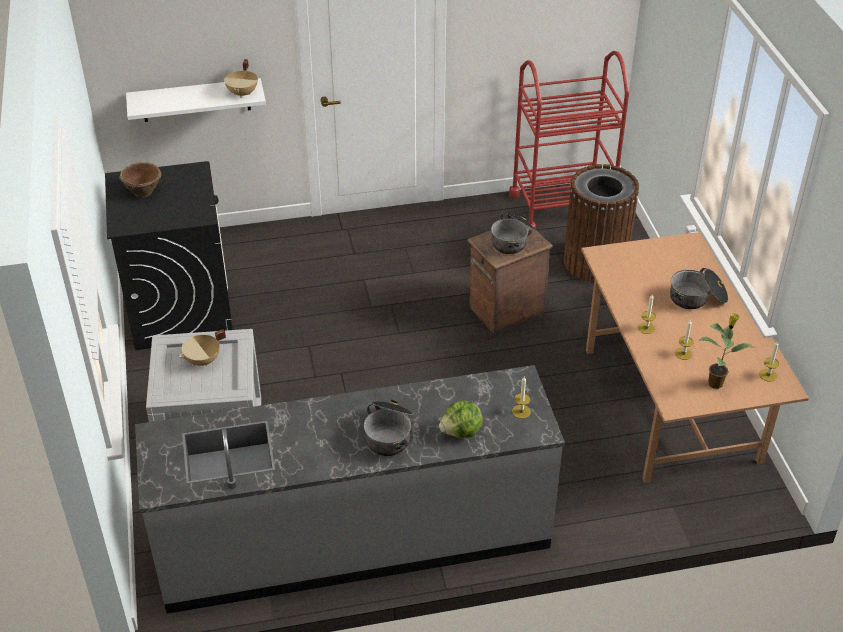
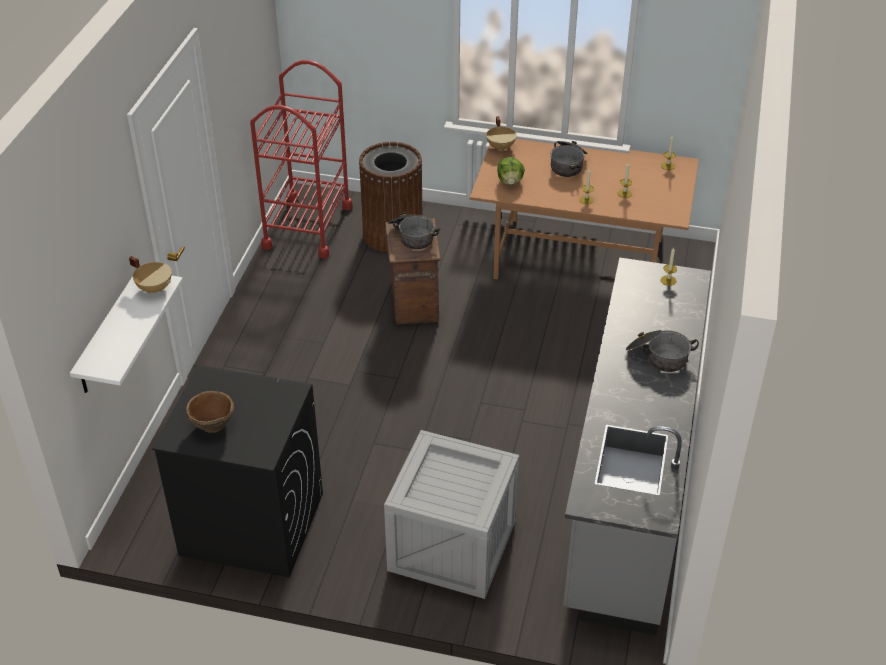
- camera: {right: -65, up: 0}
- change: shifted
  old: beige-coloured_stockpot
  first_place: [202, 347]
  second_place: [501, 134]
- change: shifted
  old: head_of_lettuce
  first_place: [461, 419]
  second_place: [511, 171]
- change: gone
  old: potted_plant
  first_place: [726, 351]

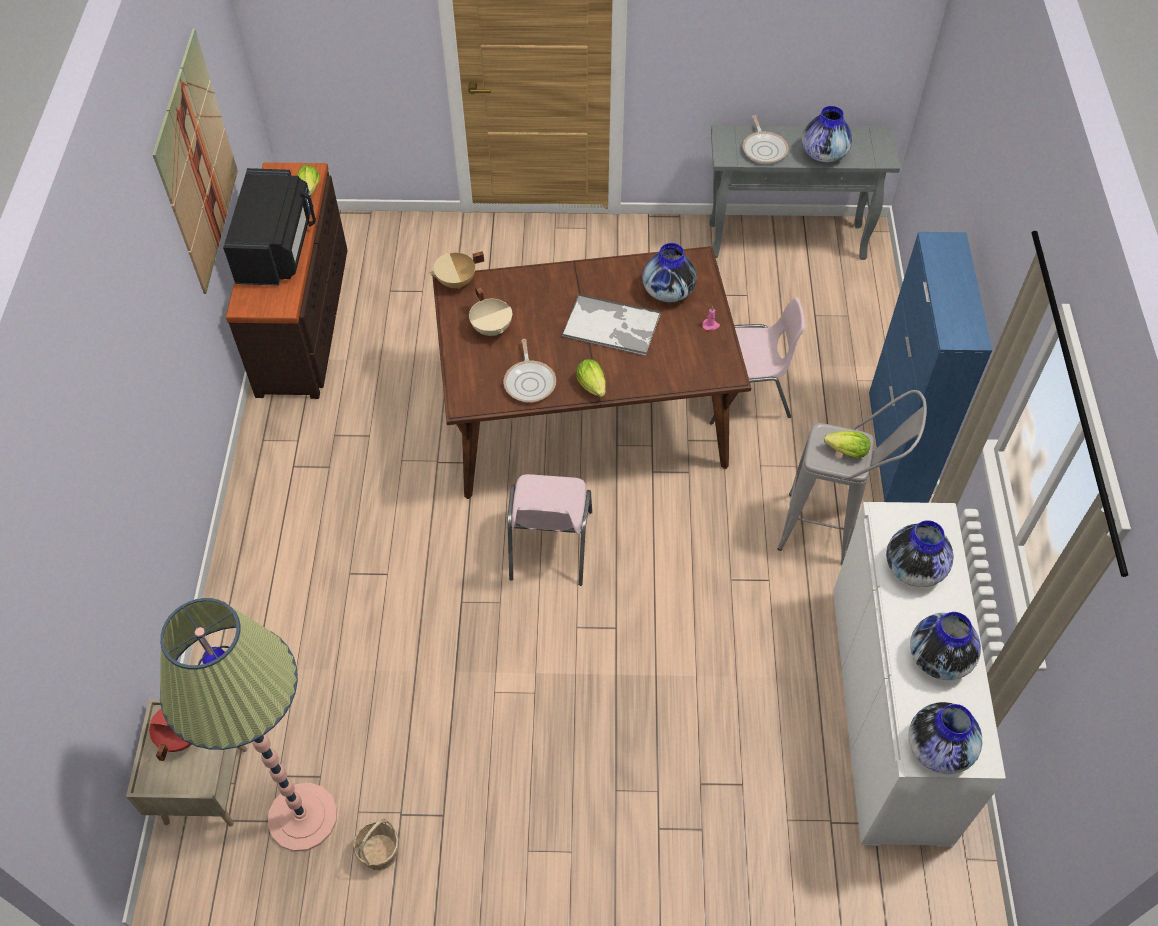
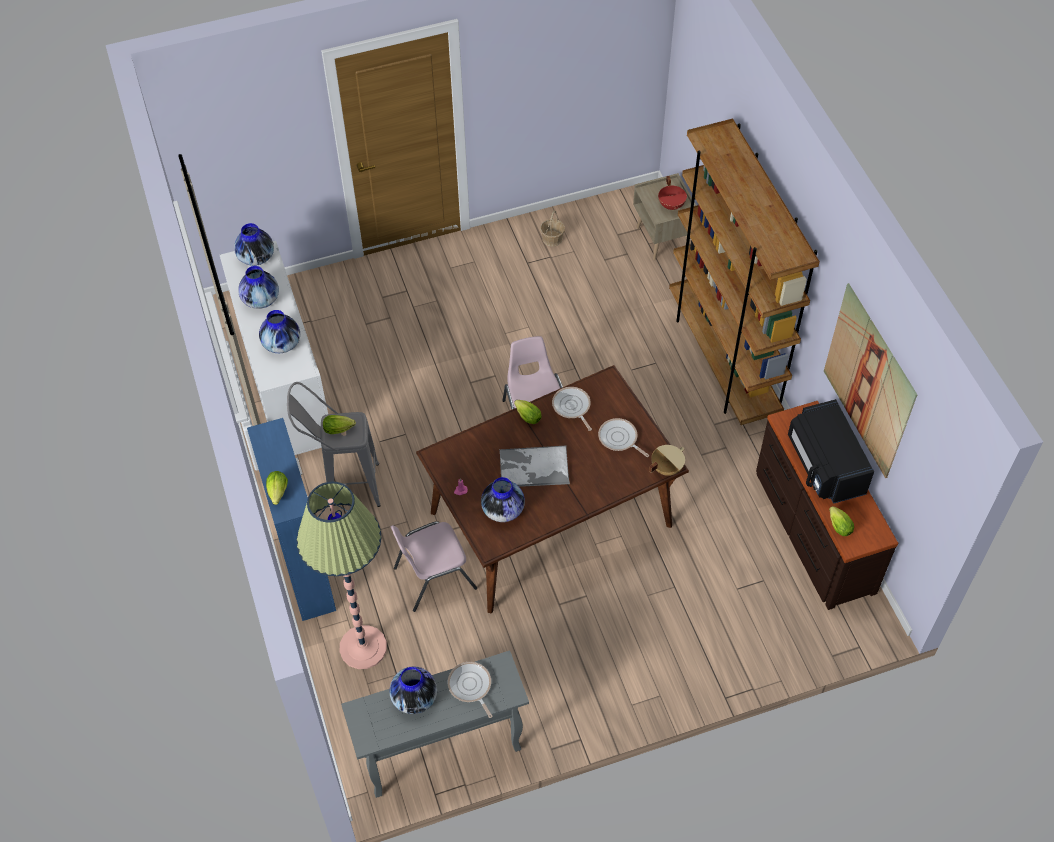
- camera: {right: 160, up: 0}
- change: new
  new: head_of_lettuce
  second_place: [277, 488]
- change: shifted
  old: floor_lamp
  first_place: [248, 725]
  second_place: [342, 575]
- change: swapped
  old: beige-coloured_stockpot
  new: skillet
  first_place: [490, 311]
  second_place: [623, 437]
- change: new
  new: brown-coloured_bookshelf
  second_place: [744, 271]

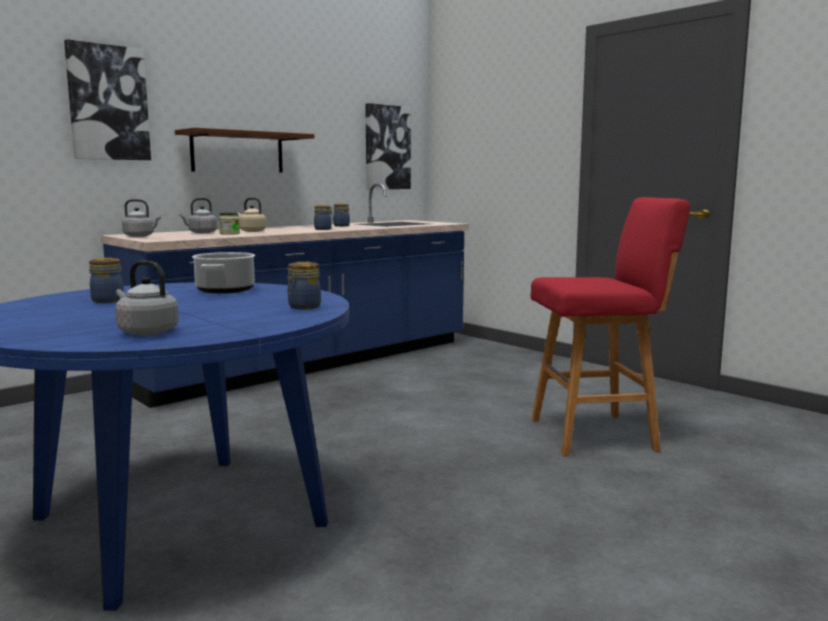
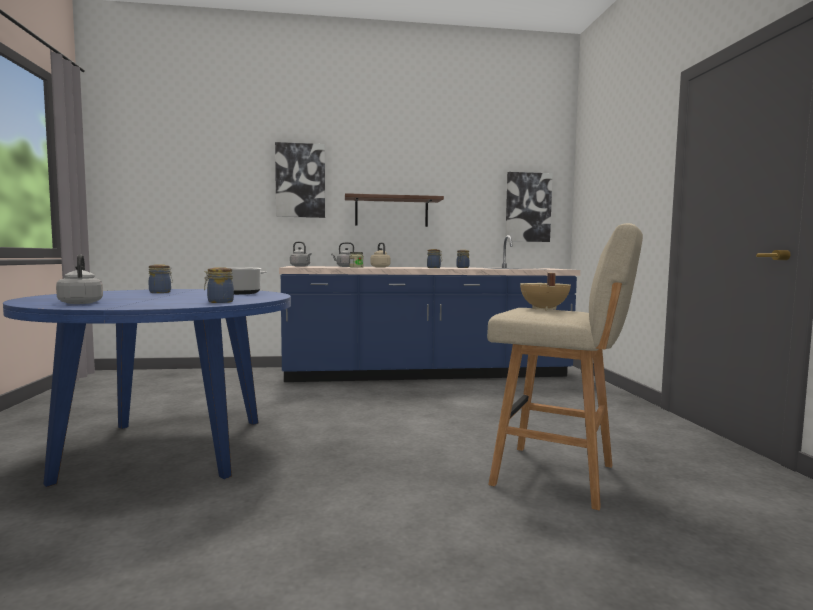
- camera: {right: 35, up: -5}
- change: repainted
  old: reddish_stool_seat
  new: beige-coloured_stool_seat
  first_place: [610, 326]
  second_place: [565, 366]
- change: new
  new: beige-coloured_stockpot
  second_place: [545, 291]

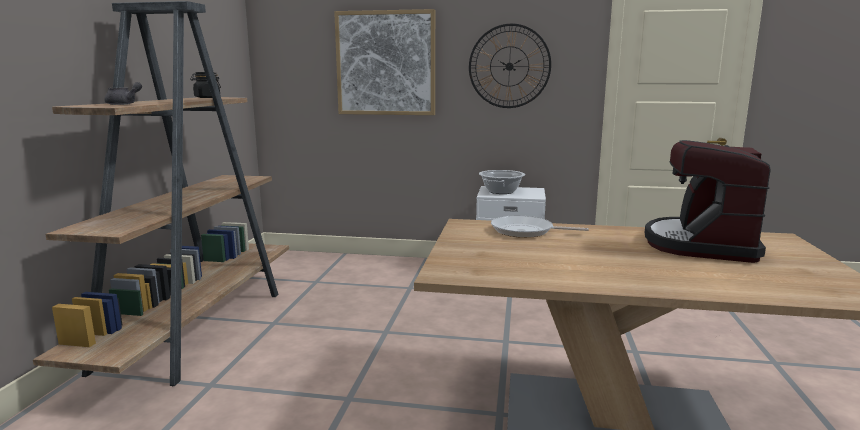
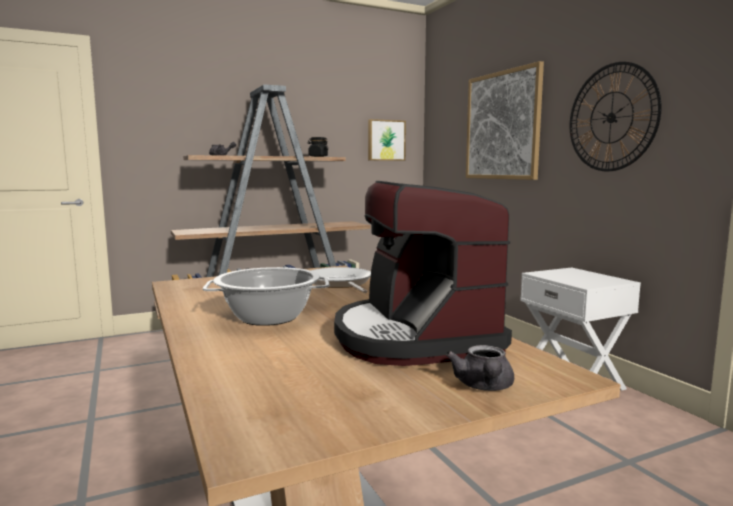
- camera: {right: 55, up: -5}
- change: shifted
  old: stockpot
  first_place: [502, 182]
  second_place: [266, 296]
- change: rotated
  old: coffee_maker
  first_place: [708, 201]
  second_place: [423, 273]
  degrees: -90
- change: new
  new: wall_art
  second_place: [387, 140]
- change: new
  new: grey_tea_pot
  second_place: [480, 368]

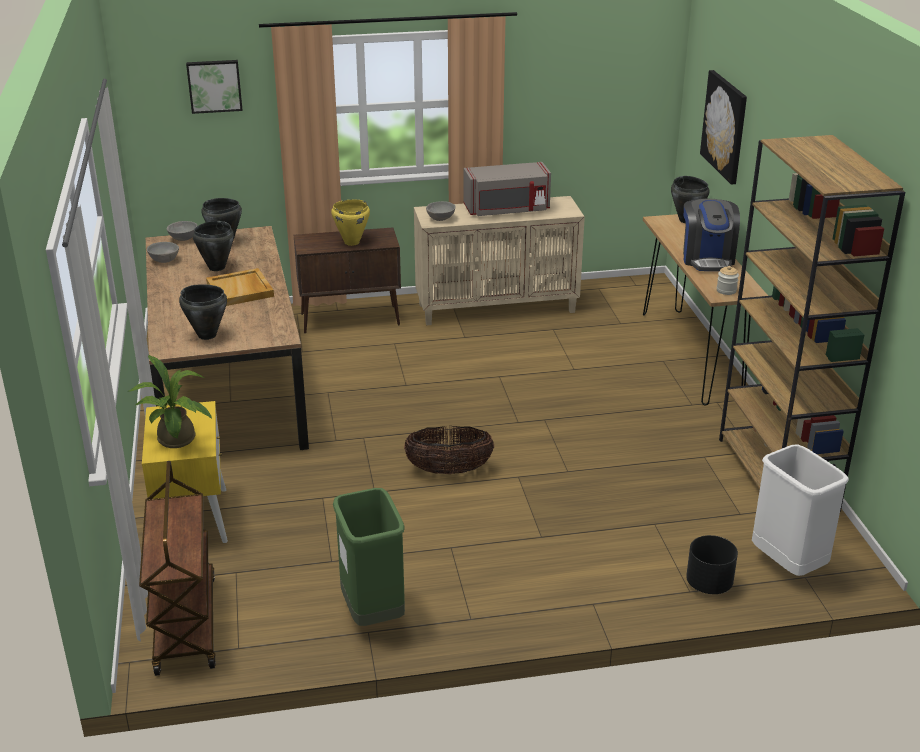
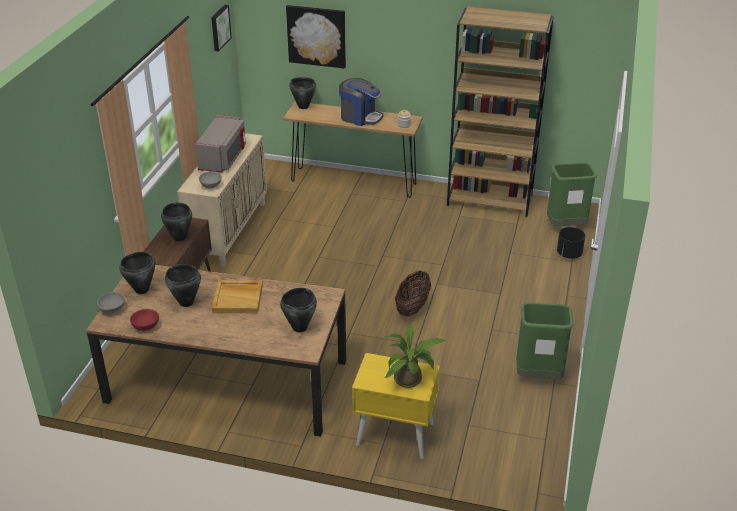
- camera: {right: -65, up: 5}
- change: repainted
  old: grey_serving_bowl
  new: reddish_serving_bowl
  first_place: [163, 252]
  second_place: [144, 320]
- change: repainted
  old: yellow_stockpot
  new: black_stockpot
  first_place: [350, 222]
  second_place: [176, 221]
- change: shifted
  old: wall_art
  first_place: [214, 87]
  second_place: [221, 28]
- change: repainted
  old: white_trash_can
  new: green_trash_can
  first_place: [800, 510]
  second_place: [572, 194]
- change: gone
  old: brown-coloured_trolley
  first_place: [177, 568]

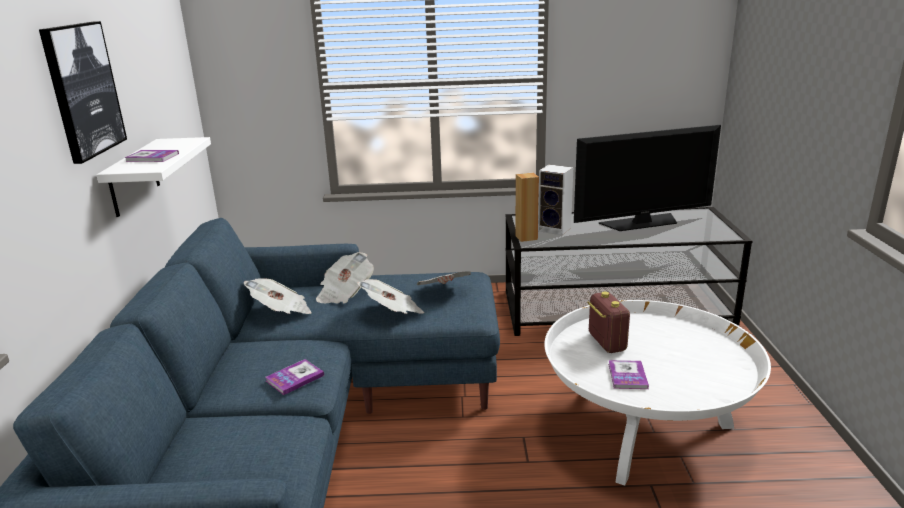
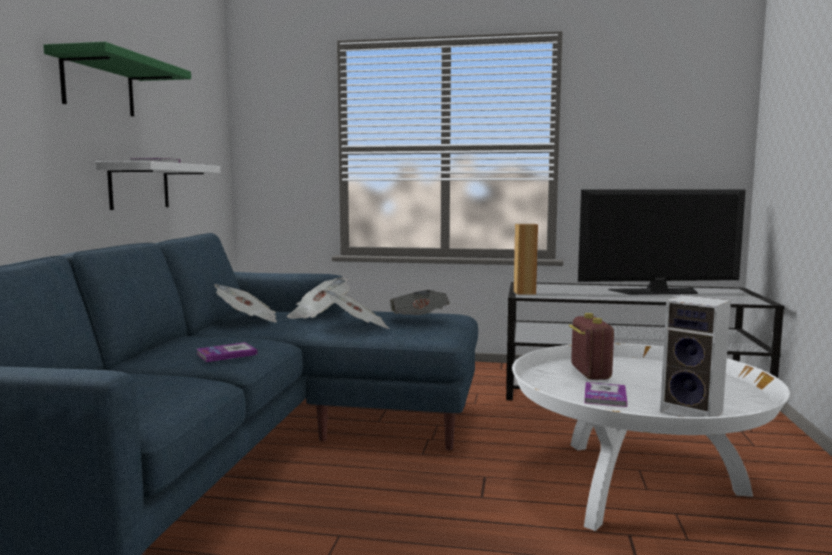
- camera: {right: 10, up: -15}
- change: swapped
  old: wall_art
  new: green_bracket_shelf
  first_place: [83, 92]
  second_place: [117, 79]
- change: shifted
  old: speaker
  first_place: [555, 199]
  second_place: [695, 356]

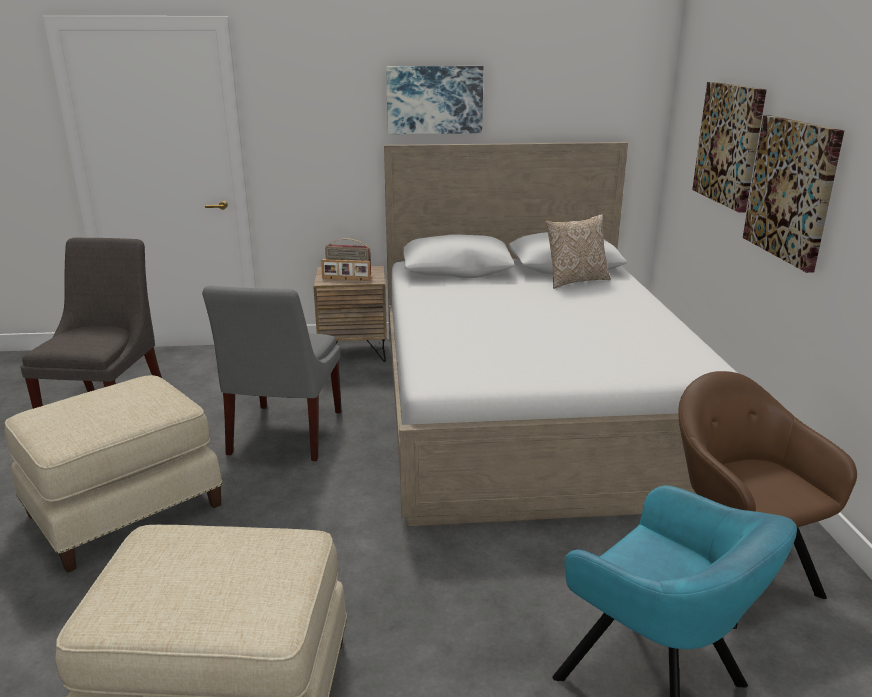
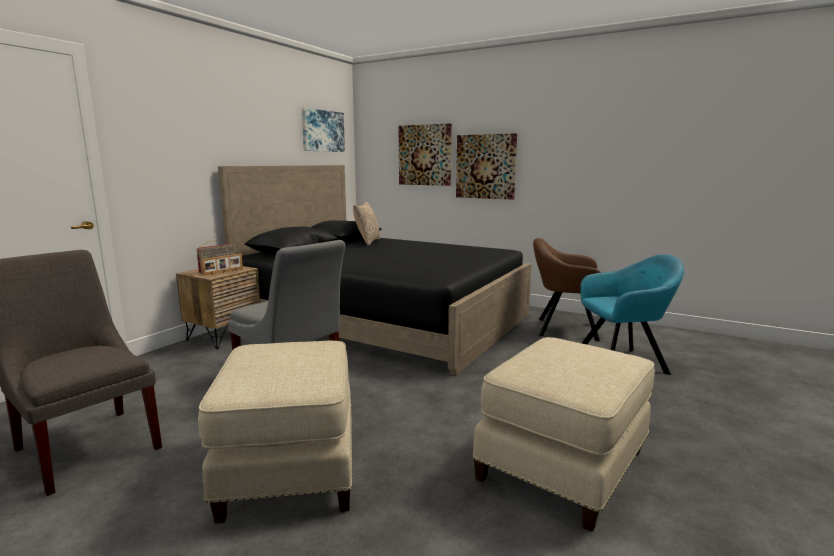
- camera: {right: -55, up: -10}
- change: repainted
  old: white_bed
  new: black_bed
  first_place: [560, 334]
  second_place: [375, 270]
- change: shifted
  old: wall_art
  first_place: [435, 100]
  second_place: [323, 130]

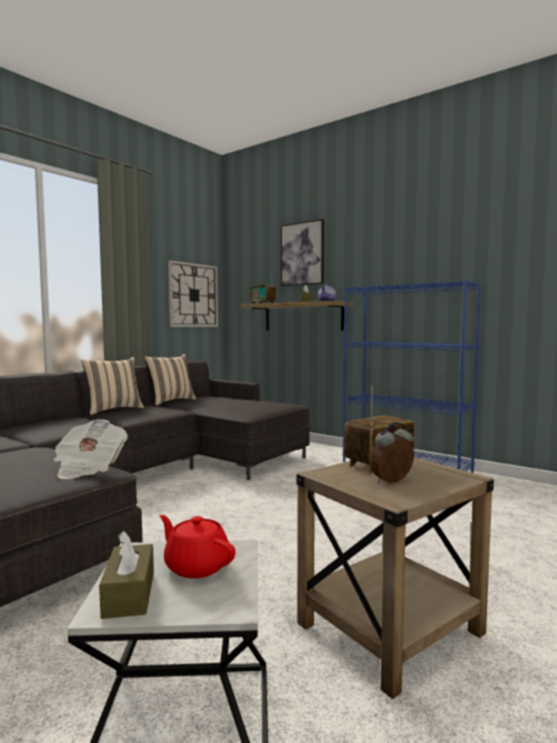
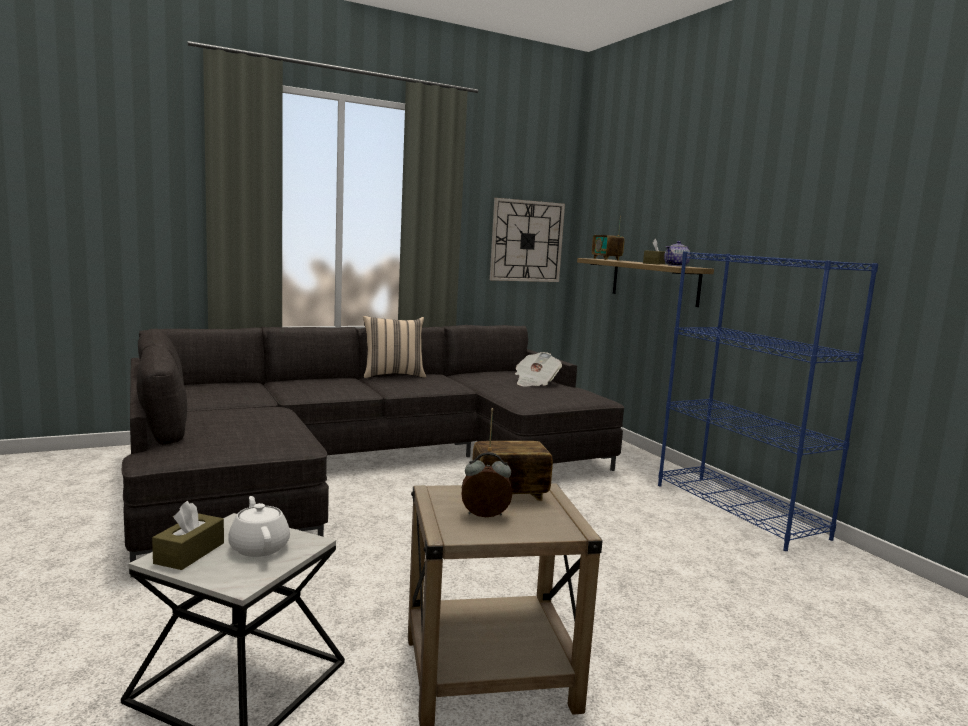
- camera: {right: 25, up: 5}
- change: repainted
  old: reddish_tea_pot
  new: white_tea_pot
  first_place: [197, 546]
  second_place: [259, 526]
- change: shifted
  old: daily_paper
  first_place: [91, 449]
  second_place: [538, 369]
- change: gone
  old: beige-coloured_throw_pillow
  first_place: [170, 380]
- change: gone
  old: wall_art
  first_place: [302, 252]

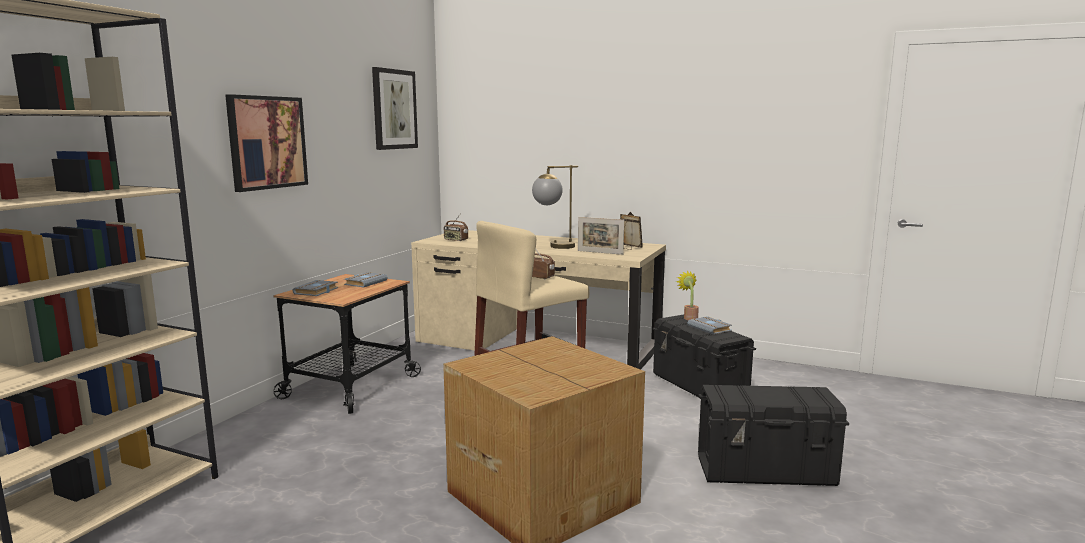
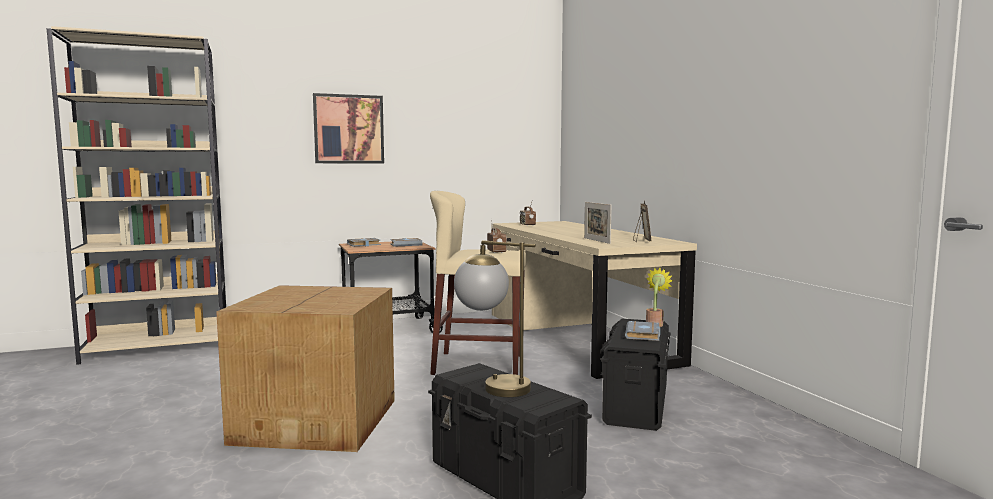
- camera: {right: 45, up: -5}
- change: shifted
  old: tabletop_lamp
  first_place: [555, 207]
  second_place: [495, 318]
- change: gone
  old: wall_art
  first_place: [395, 108]

